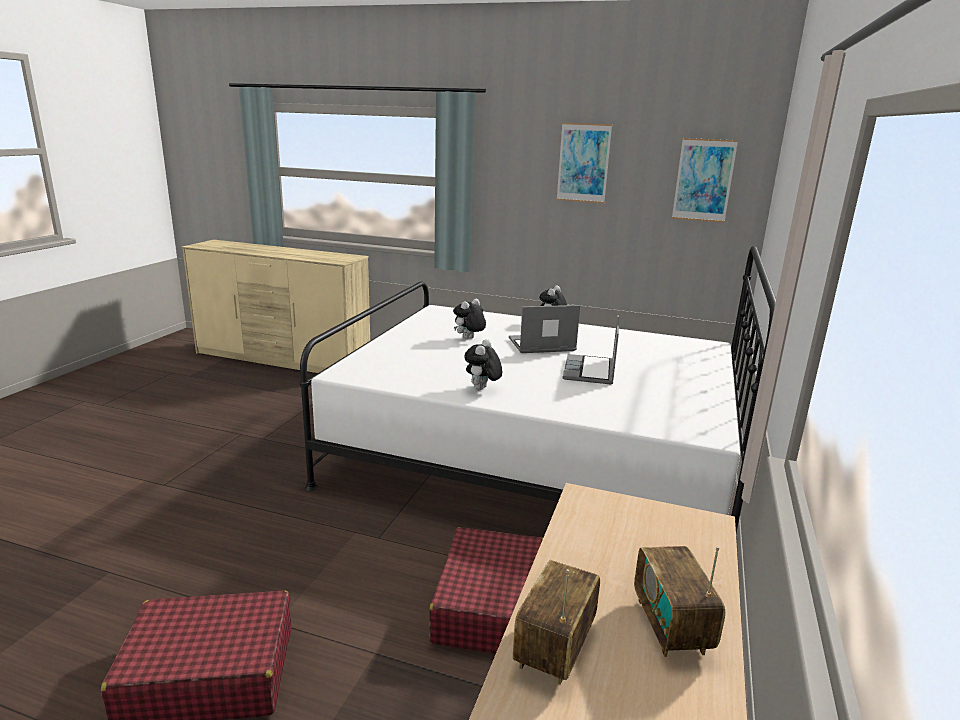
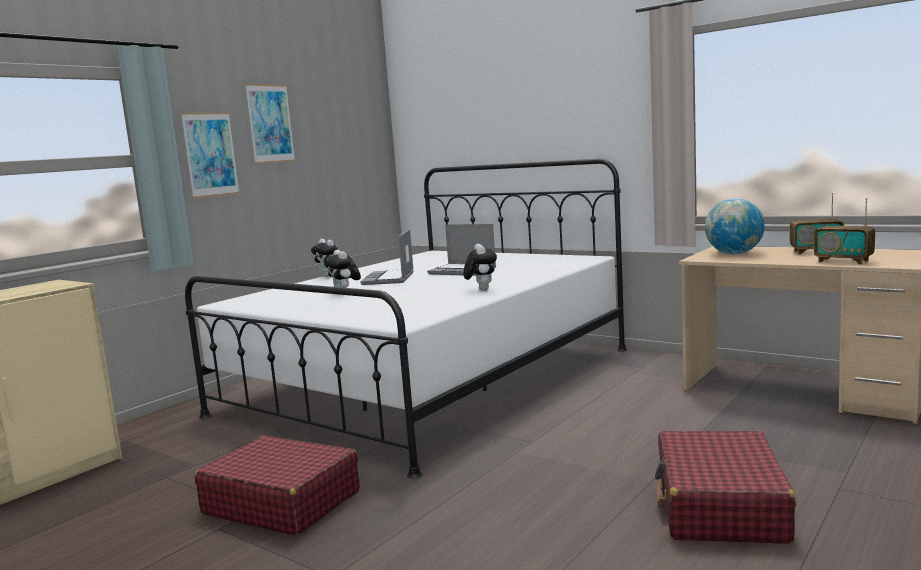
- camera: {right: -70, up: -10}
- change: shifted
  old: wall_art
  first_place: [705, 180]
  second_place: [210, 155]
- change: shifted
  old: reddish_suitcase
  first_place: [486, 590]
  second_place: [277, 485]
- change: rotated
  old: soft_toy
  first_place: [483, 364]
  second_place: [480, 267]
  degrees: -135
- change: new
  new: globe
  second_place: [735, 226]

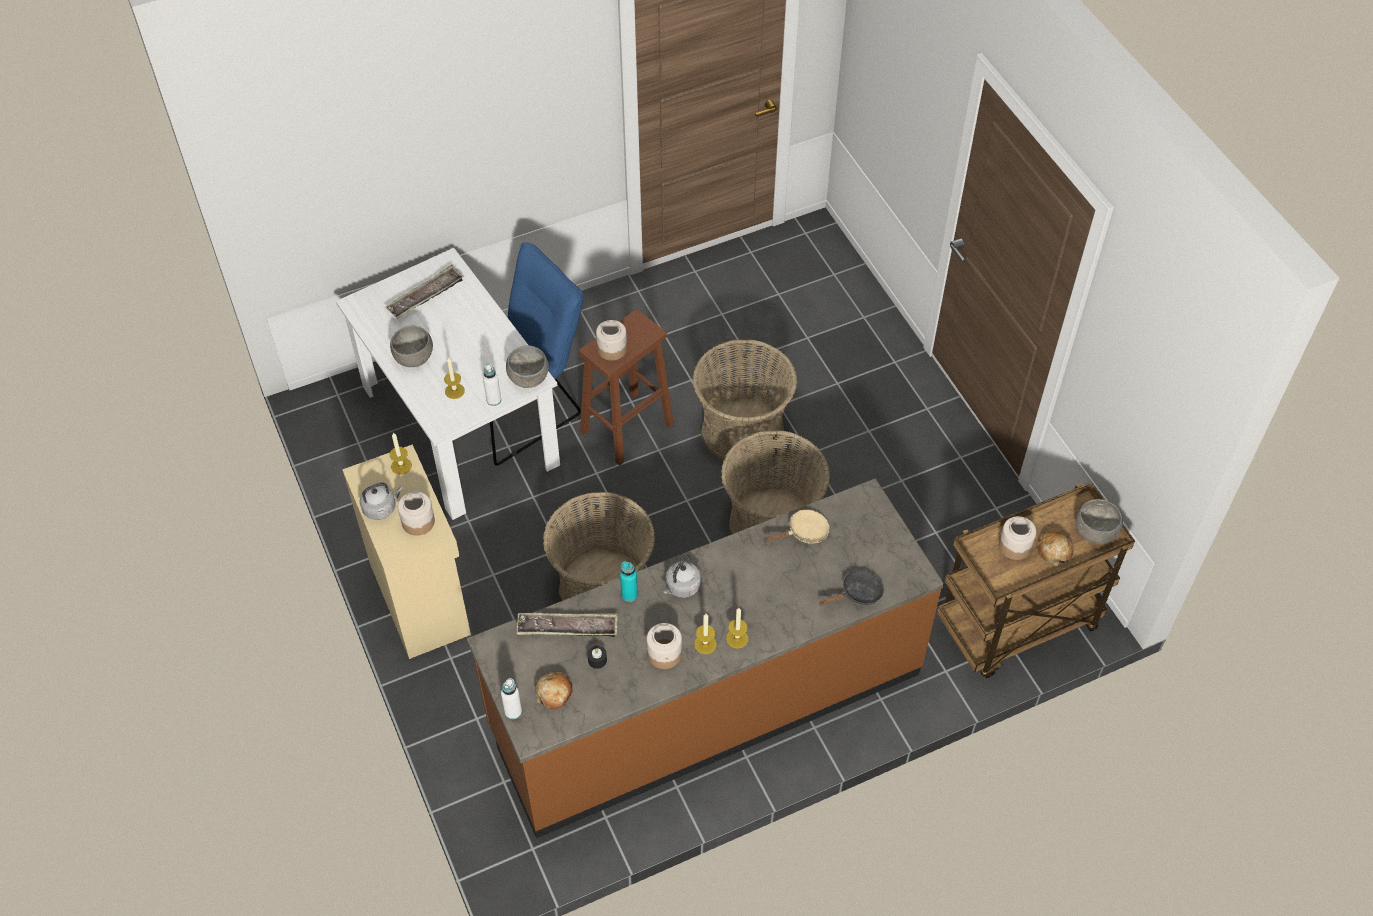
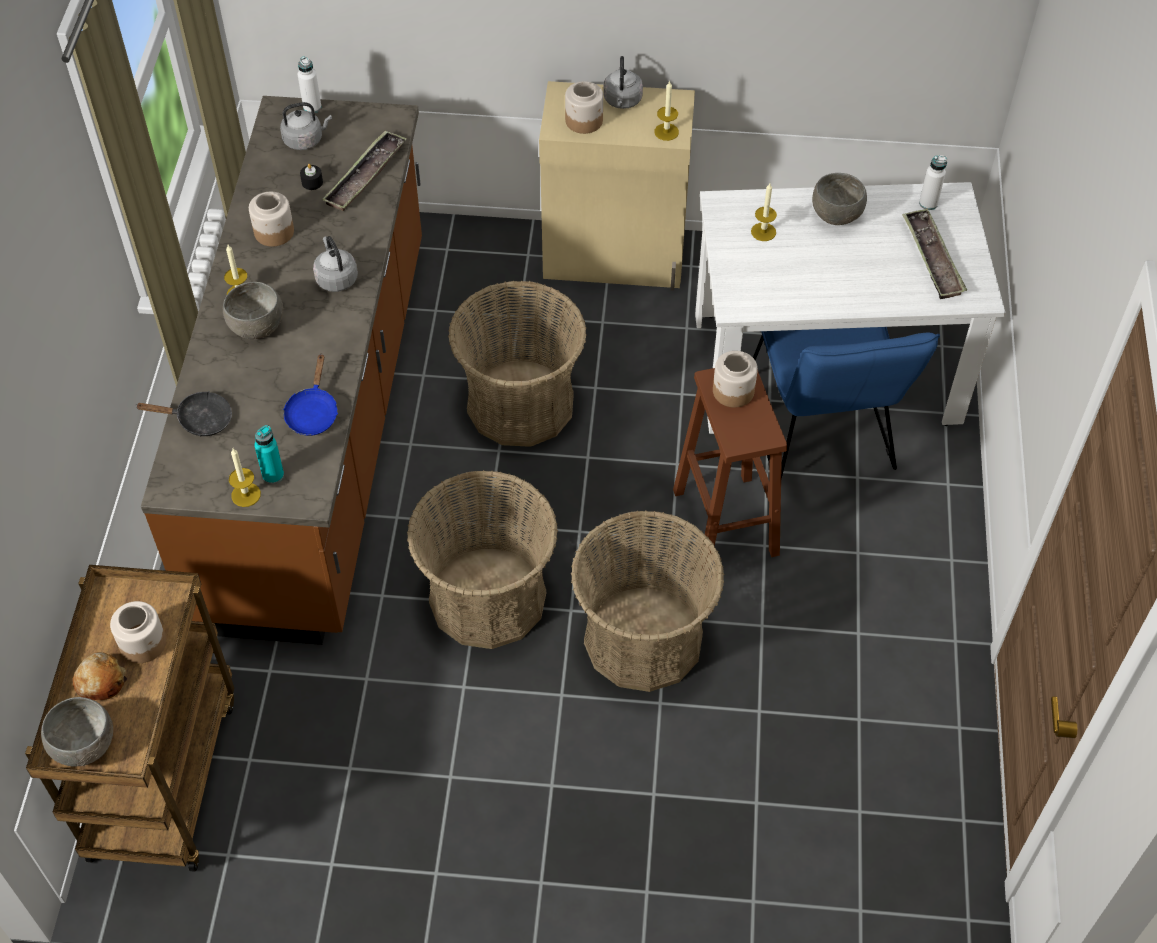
- camera: {right: 120, up: 0}
- change: rotated
  old: black_skillet
  first_place: [851, 587]
  second_place: [183, 413]
  degrees: -90
- change: shifted
  old: grey_serving_bowl
  first_place: [527, 366]
  second_place: [253, 310]
- change: shifted
  old: wax_light
  first_place: [705, 634]
  second_place: [245, 477]
- change: shifted
  old: turquoise-coloured_bottle
  first_place: [629, 581]
  second_place: [269, 454]
- change: swapped
  old: baked_bread
  new: grey_kettle
  first_place: [553, 690]
  second_place: [306, 126]
- change: repainted
  old: beige-coloured_skillet
  new: bluish_skillet
  first_place: [797, 527]
  second_place: [310, 394]
- change: shifted
  old: white_bottle
  first_place: [492, 385]
  second_place: [933, 182]

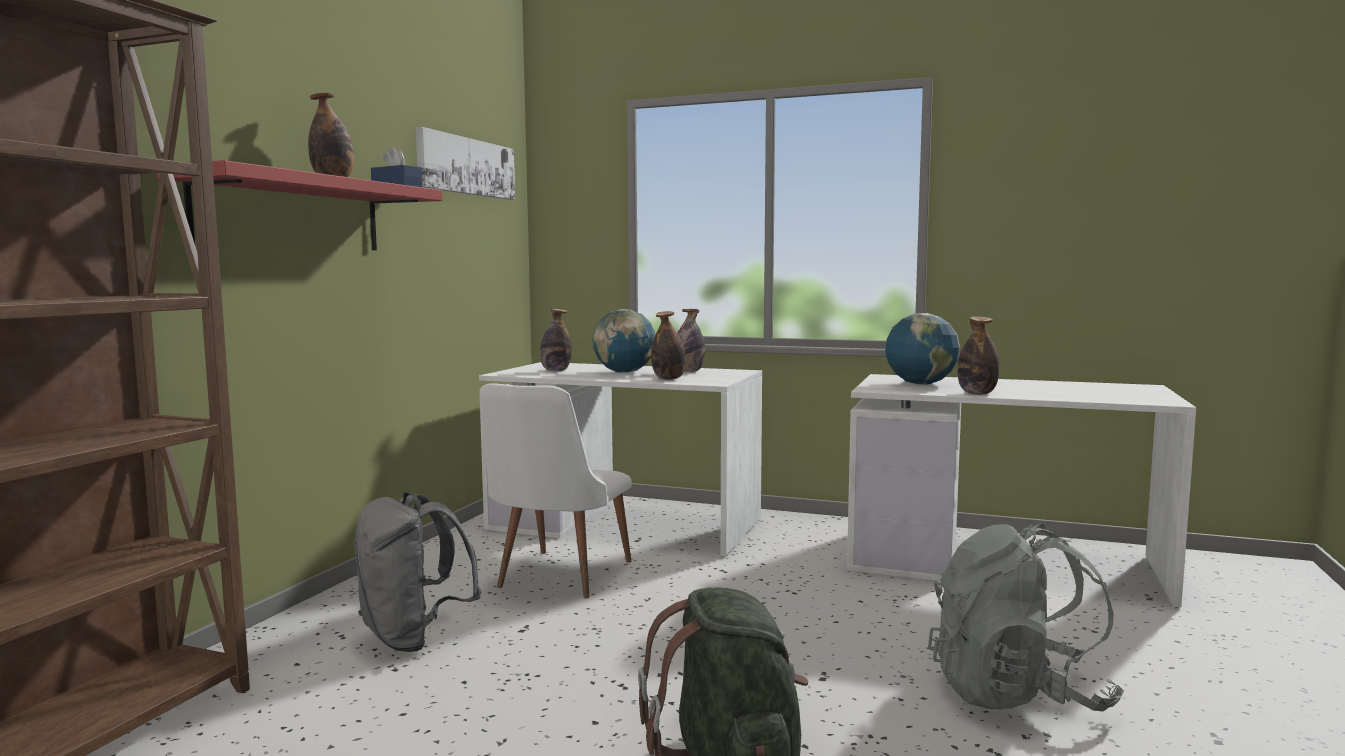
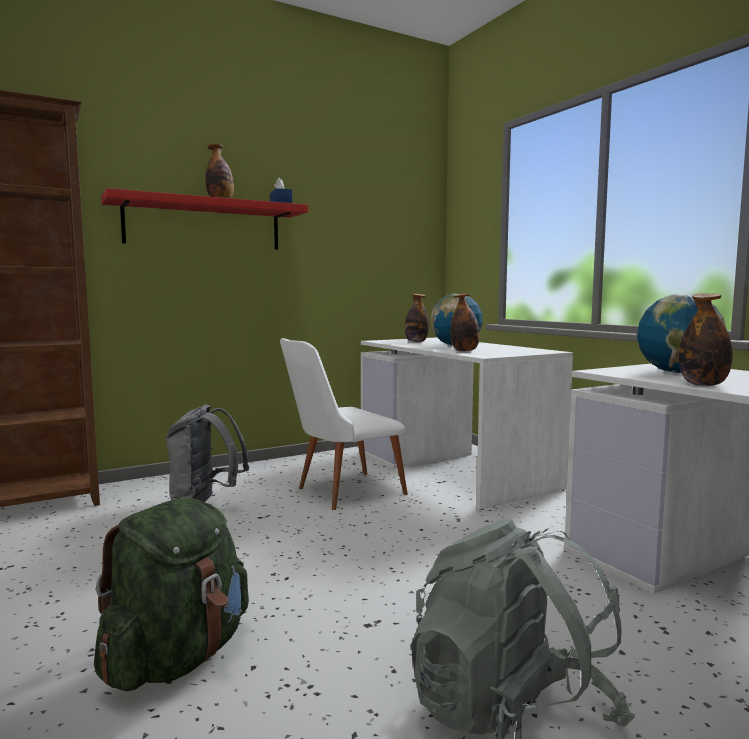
- camera: {right: 40, up: 0}
- change: gone
  old: wall_art
  first_place: [465, 163]
- change: gone
  old: bottle
  first_place: [691, 340]

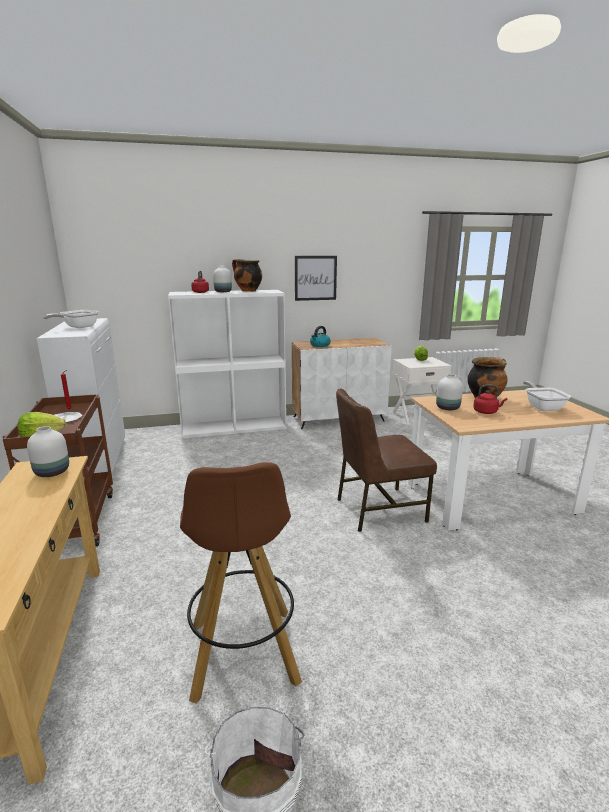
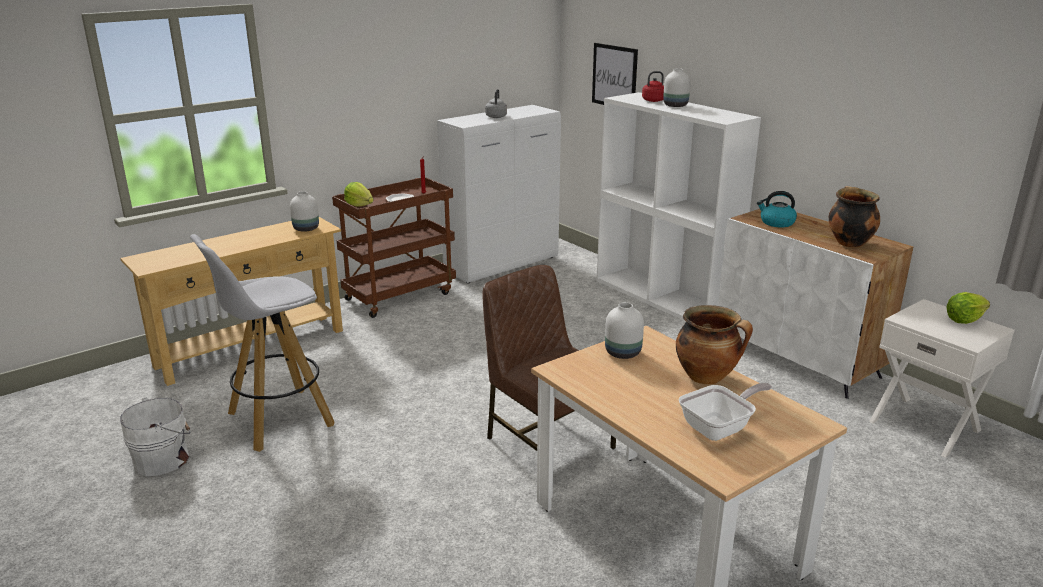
- camera: {right: 65, up: 5}
- change: repainted
  old: brown-coloured_stool_seat
  new: white_stool_seat
  first_place: [241, 583]
  second_place: [262, 343]
- change: swapped
  old: skillet
  new: grey_kettle
  first_place: [71, 319]
  second_place: [496, 103]
- change: shifted
  old: wall_art
  first_place: [316, 278]
  second_place: [615, 74]
- change: shifted
  old: stockpot
  first_place: [247, 275]
  second_place: [854, 217]
- change: gone
  old: reddish_kettle
  first_place: [490, 399]

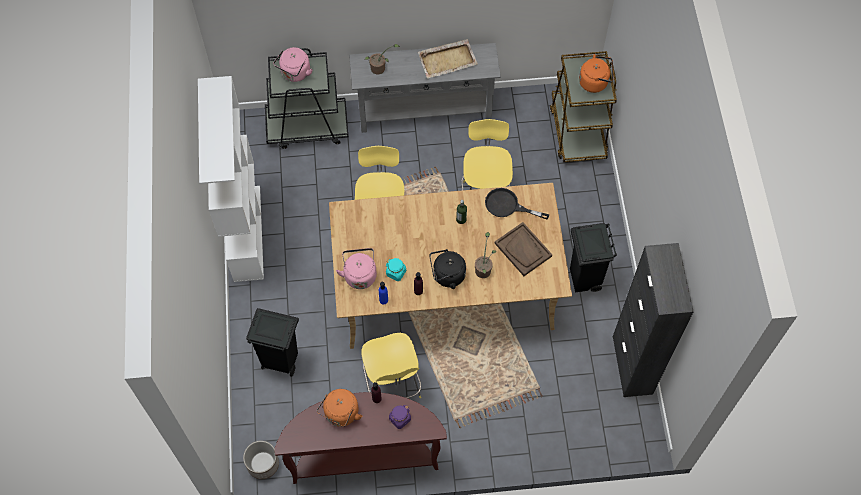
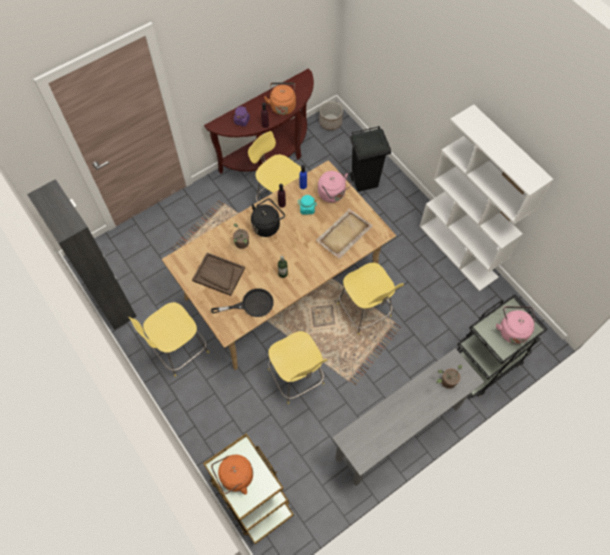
- camera: {right: 150, up: 0}
- change: swapped
  old: black_trash_can
  new: yellow_stool_seat
  first_place: [593, 257]
  second_place: [169, 339]
- change: shifted
  old: beige-coloured_tray
  first_place: [448, 59]
  second_place: [344, 234]

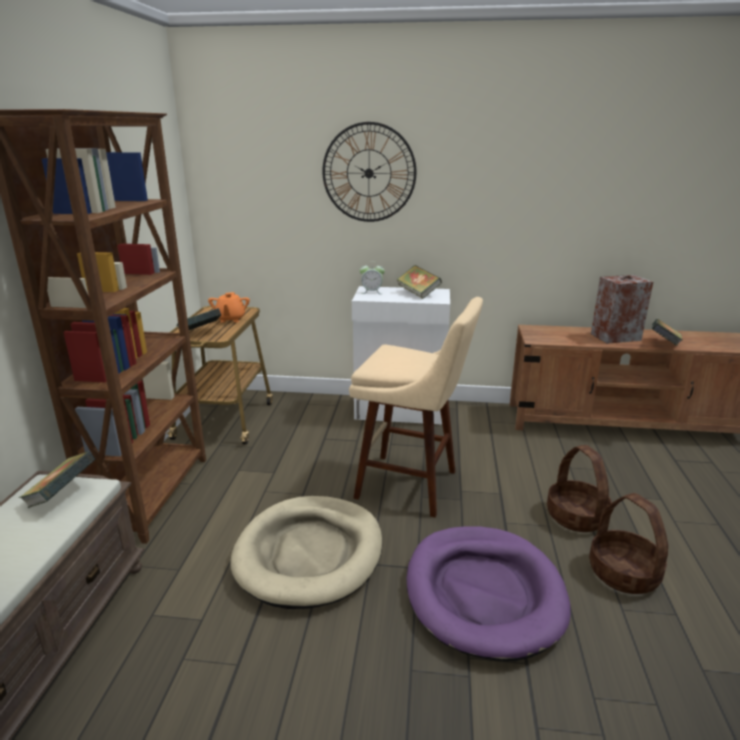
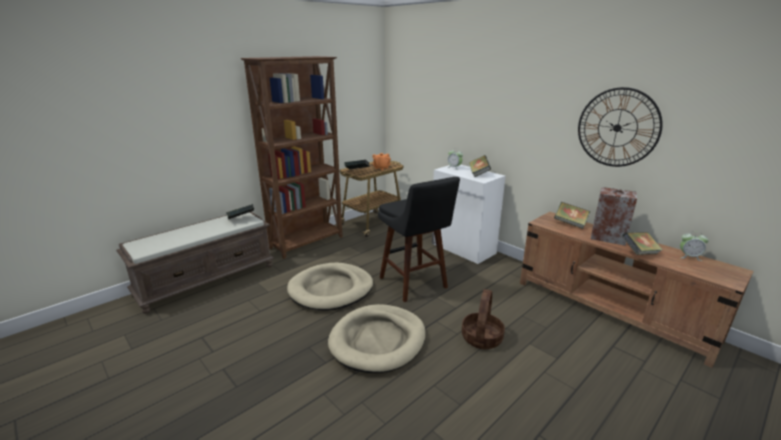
- camera: {right: 40, up: 0}
- change: repainted
  old: purplish_pet_bed
  new: beige-coloured_pet_bed
  first_place: [488, 593]
  second_place: [377, 338]
- change: repainted
  old: beige-coloured_stool_seat
  new: black_stool_seat
  first_place: [416, 407]
  second_place: [419, 239]
- change: new
  new: book
  second_place: [572, 215]
- change: shifted
  old: wall_clock
  first_place: [369, 172]
  second_place: [620, 127]
- change: new
  new: alarm_clock
  second_place: [694, 246]
- change: gone
  old: storage_basket
  first_place: [628, 543]

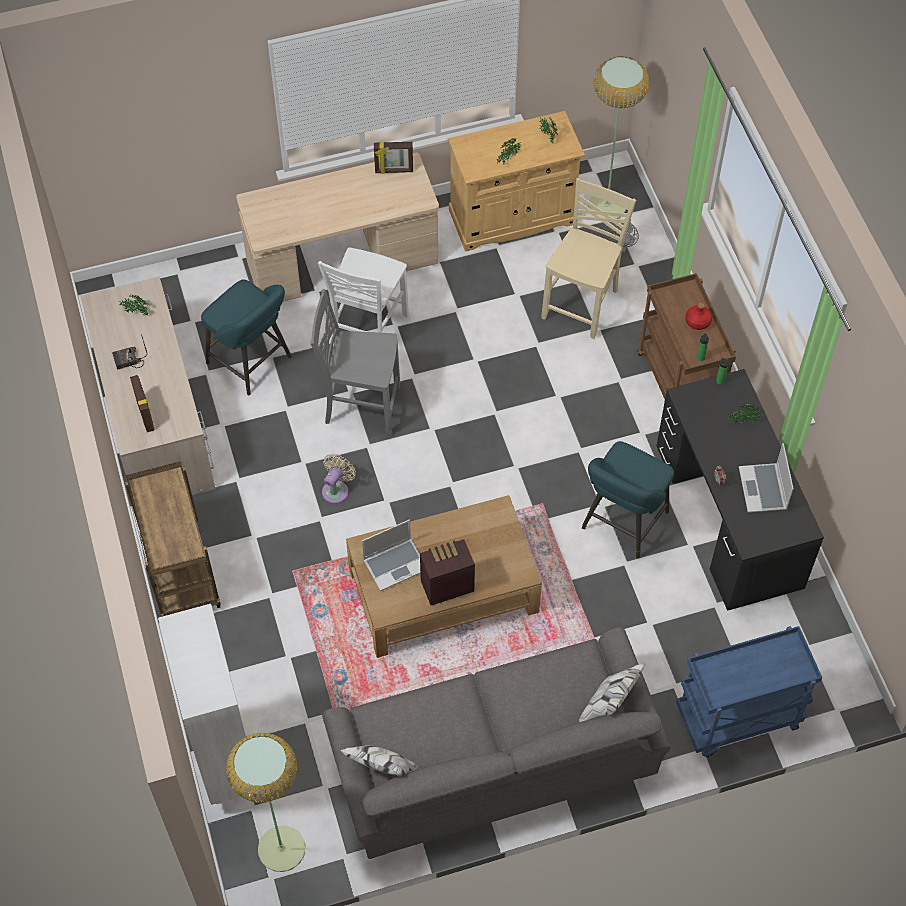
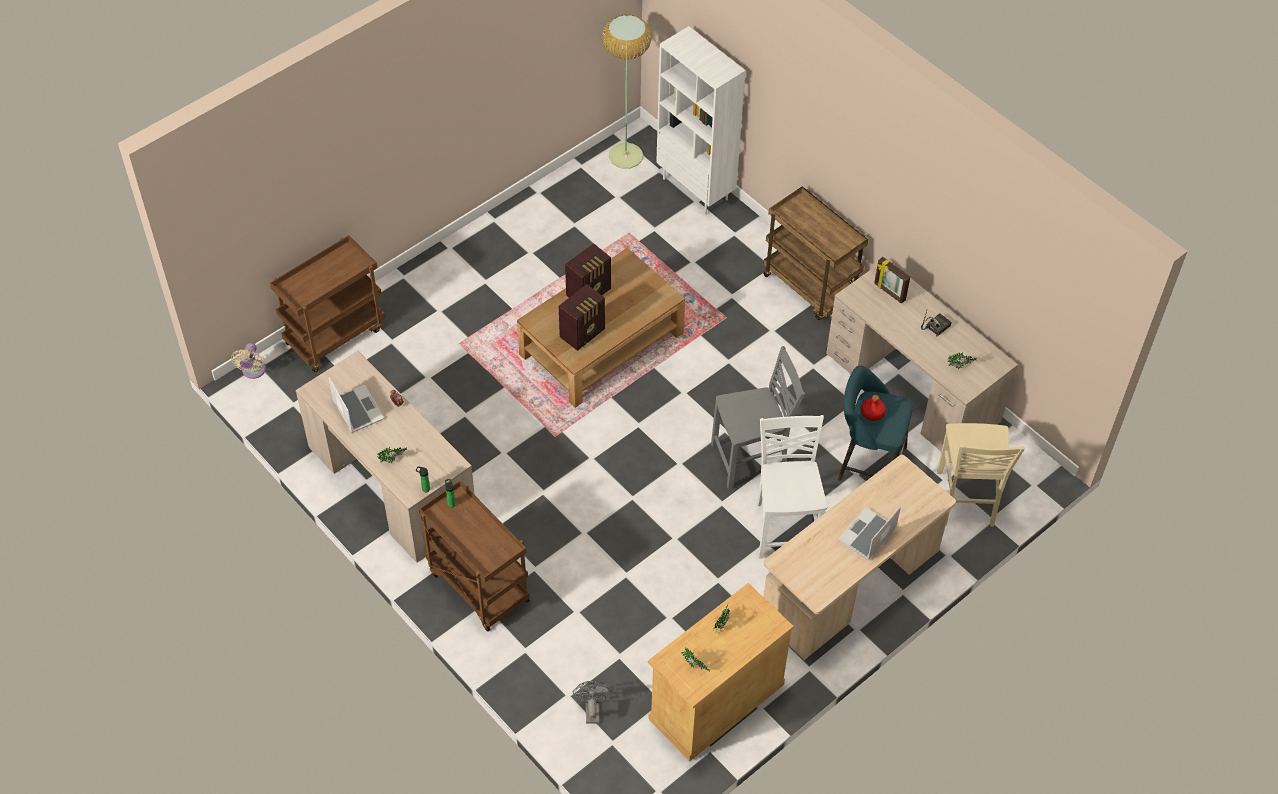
- camera: {right: 155, up: -5}
- change: shifted
  old: beige-coloured_fan
  first_place: [339, 479]
  second_place: [248, 361]
- change: repainted
  old: bluish_trolley
  new: brown-coloured_trolley
  first_place: [749, 691]
  second_place: [327, 304]
- change: repainted
  old: black_desk_unit
  new: beige-coloured_desk_unit
  first_place: [740, 490]
  second_place: [385, 457]
- change: new
  new: radio_set
  second_place: [582, 317]
- change: shifted
  old: notebook_computer
  first_place: [391, 555]
  second_place: [869, 533]
- change: shifted
  old: reddish_bottle
  first_place: [698, 316]
  second_place: [873, 408]
- change: shifted
  old: beige-coloured_chair
  first_place: [588, 258]
  second_place: [981, 475]
- change: gone
  old: grey_settee
  first_place: [496, 743]
- change: gone
  old: picture_frame
  first_place: [393, 158]
- change: gone
  old: turquoise-coloured_stool_seat
  first_place: [628, 499]
- change: gone
  old: floor_lamp
  first_place: [618, 137]

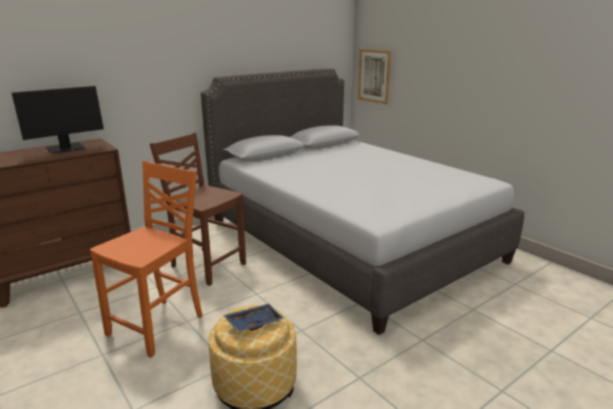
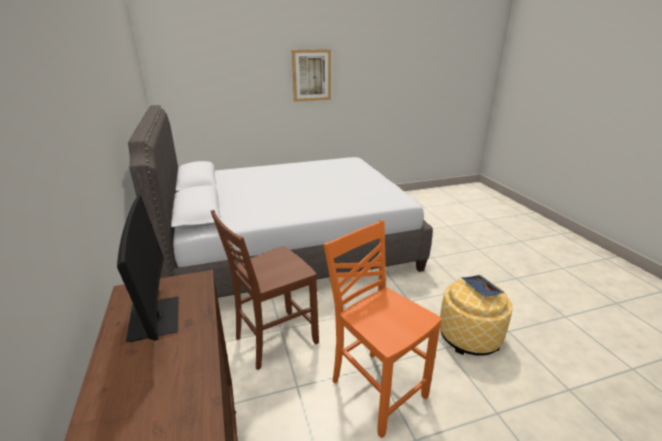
- camera: {right: -70, up: 5}
- change: shifted
  old: wall_art
  first_place: [375, 77]
  second_place: [311, 75]

